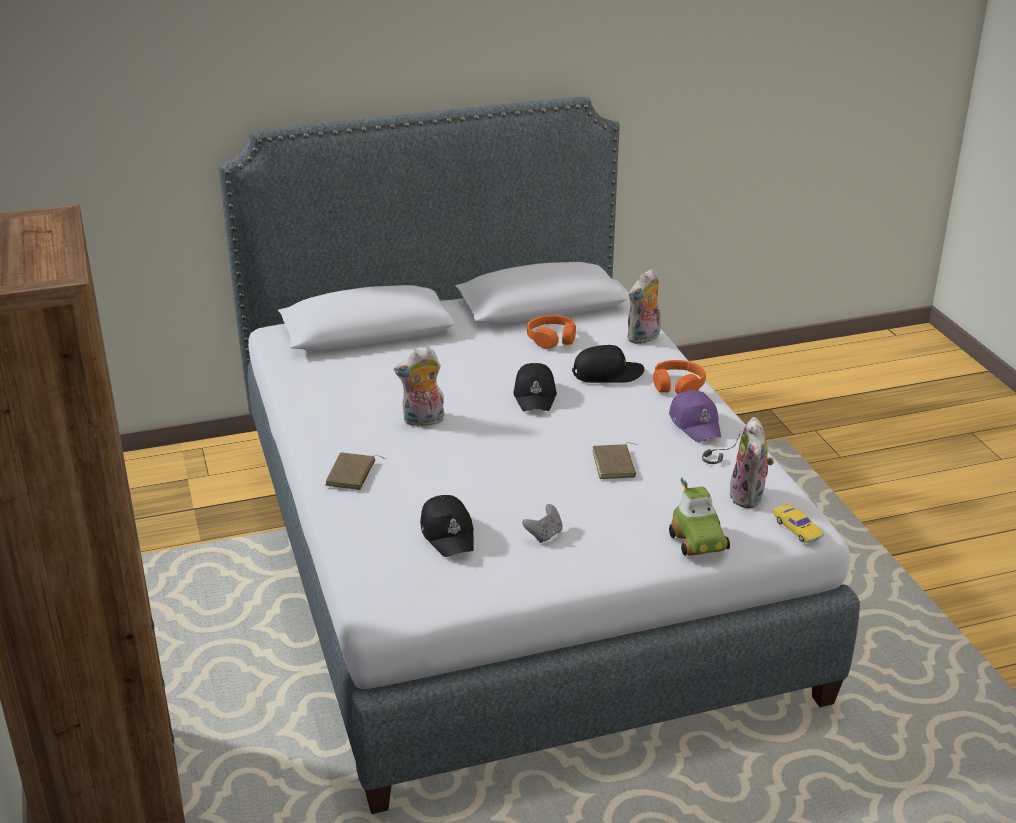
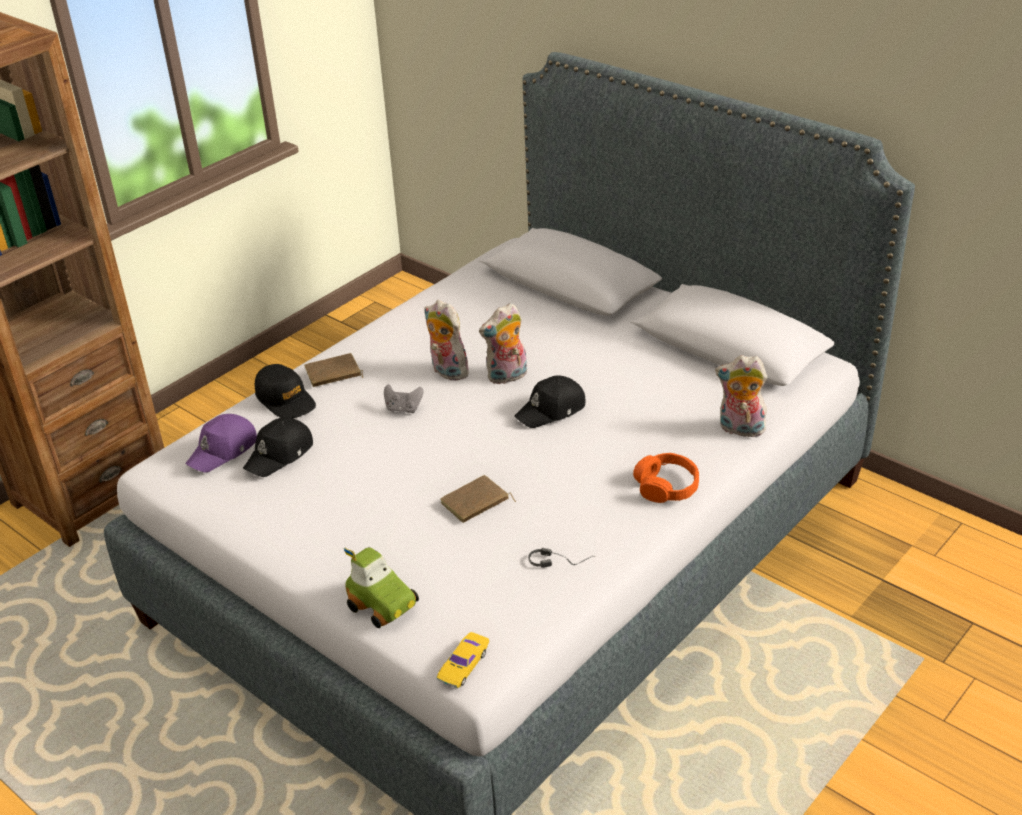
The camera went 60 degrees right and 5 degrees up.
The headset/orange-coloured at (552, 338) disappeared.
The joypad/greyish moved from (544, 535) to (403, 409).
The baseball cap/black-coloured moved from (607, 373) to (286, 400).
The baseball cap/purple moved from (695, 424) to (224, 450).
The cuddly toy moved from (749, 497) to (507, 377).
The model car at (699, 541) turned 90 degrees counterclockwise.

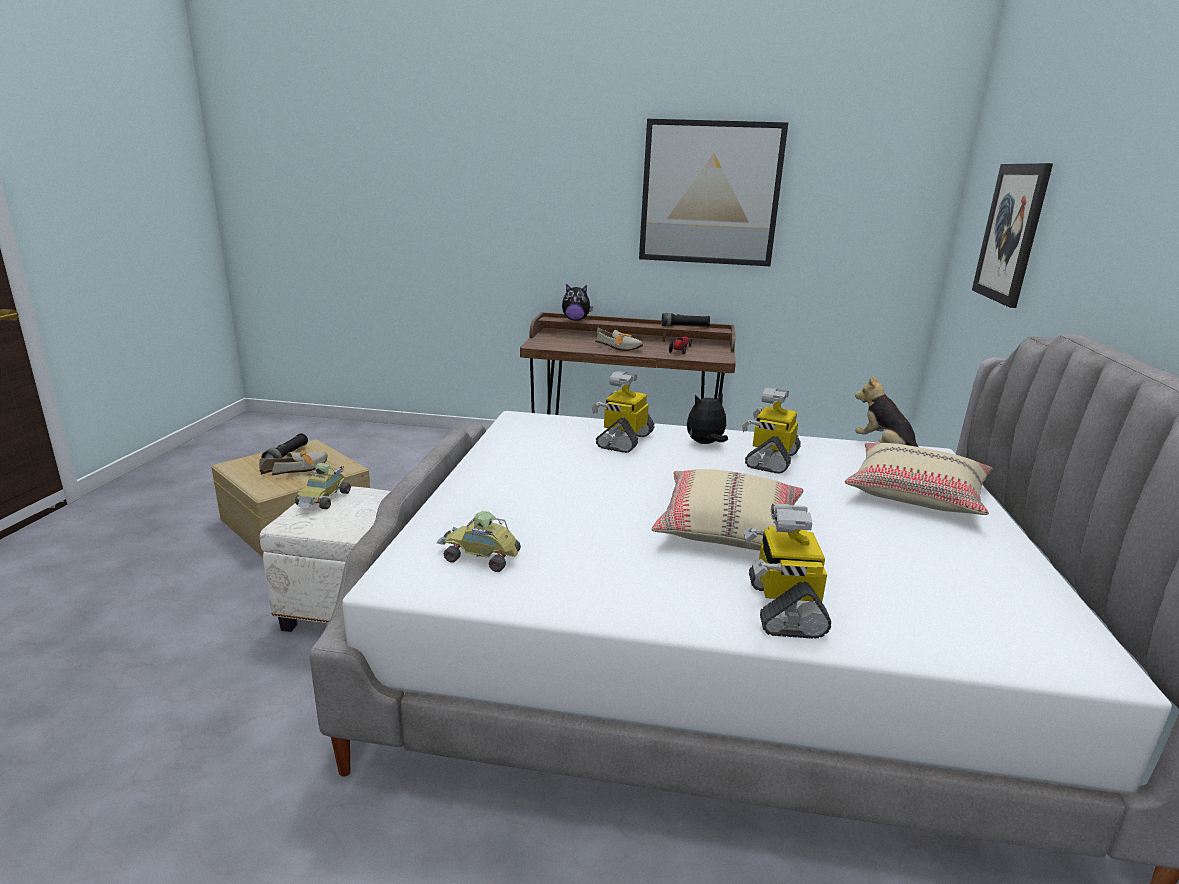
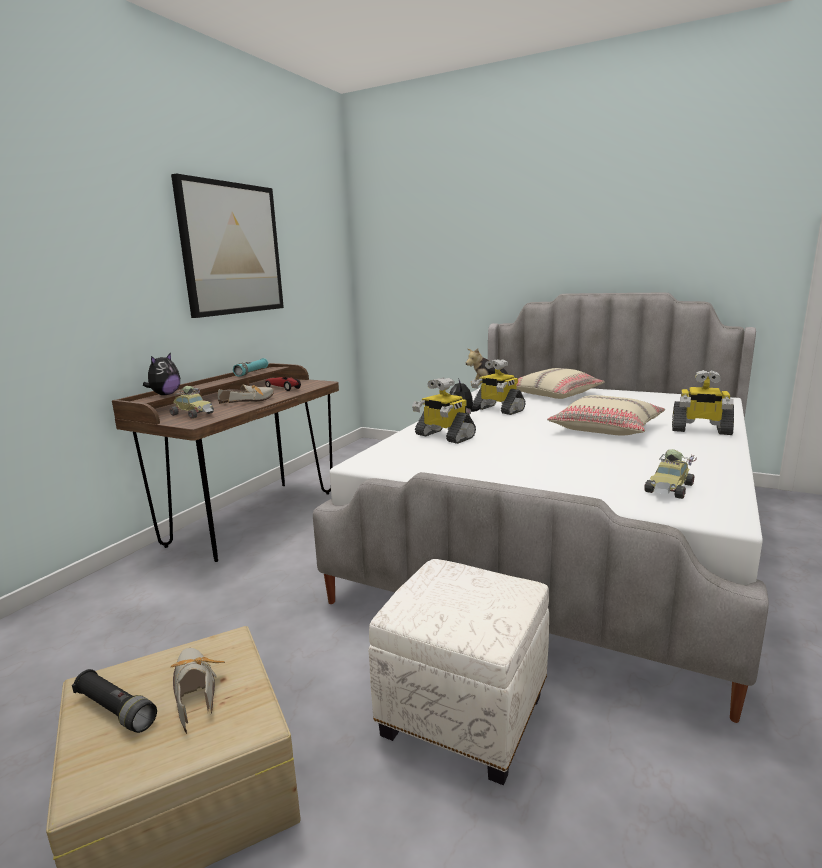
The camera went 70 degrees left and 5 degrees down.
The wall picture at (1011, 233) disappeared.
The model car moved from (324, 499) to (193, 414).
The hand torch/black-coloured at (685, 326) became the hand torch/blue-green at (252, 372).

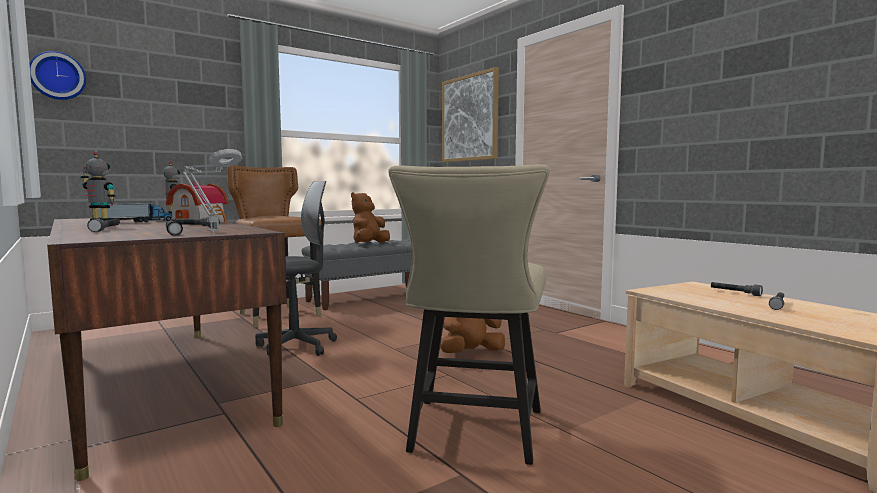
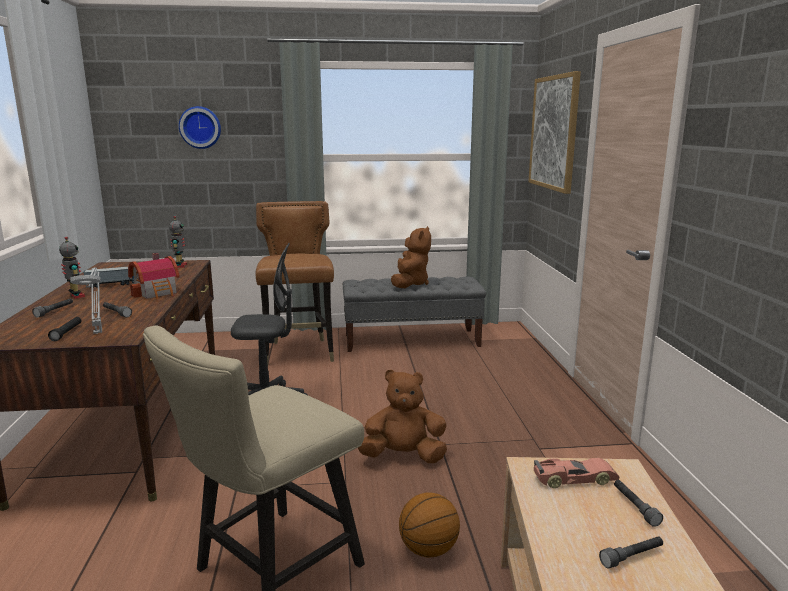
The camera went 30 degrees right and 10 degrees up.
The basketball at (429, 549) appeared.
The model car at (574, 479) appeared.
The wall clock moved from (57, 76) to (200, 127).
The cuddly toy/brownish at (369, 244) turned 135 degrees clockwise.

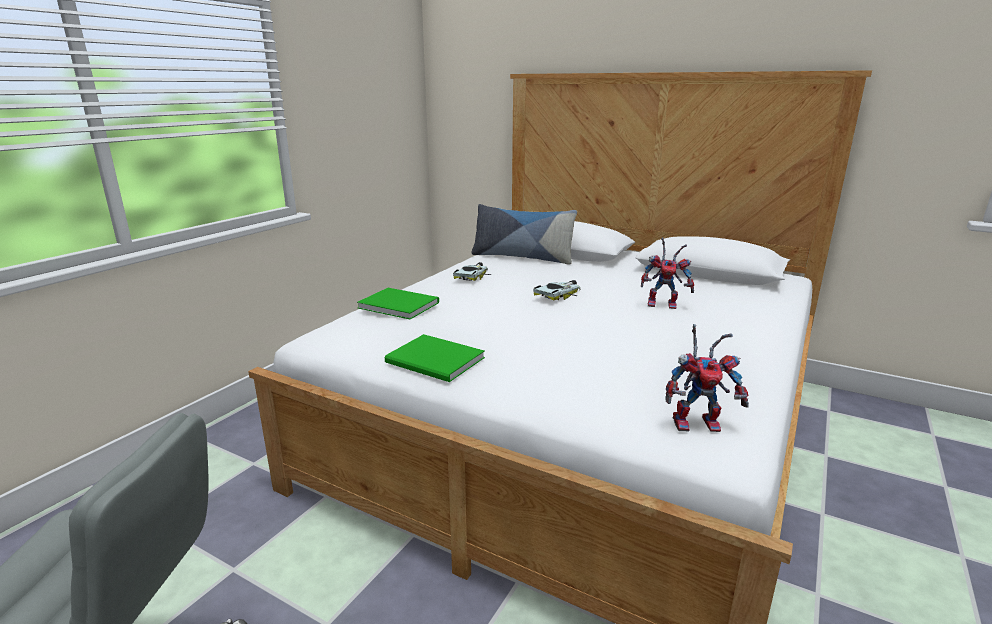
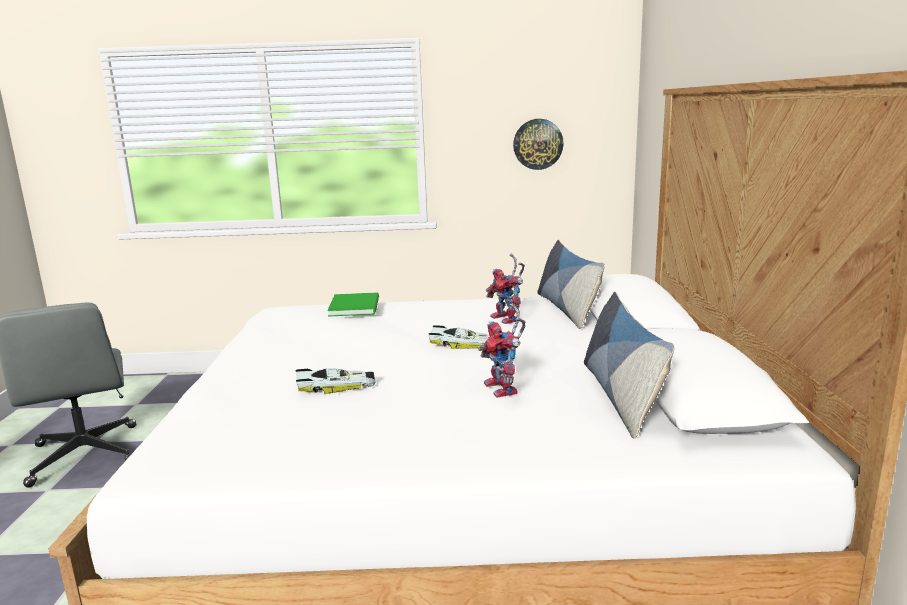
The camera went 60 degrees right and 5 degrees down.
The book/greenish at (436, 362) disappeared.
The wall clock at (538, 144) appeared.
The throw pillow at (621, 396) appeared.
The model car moved from (473, 276) to (336, 386).
The robot figure moved from (699, 422) to (508, 319).

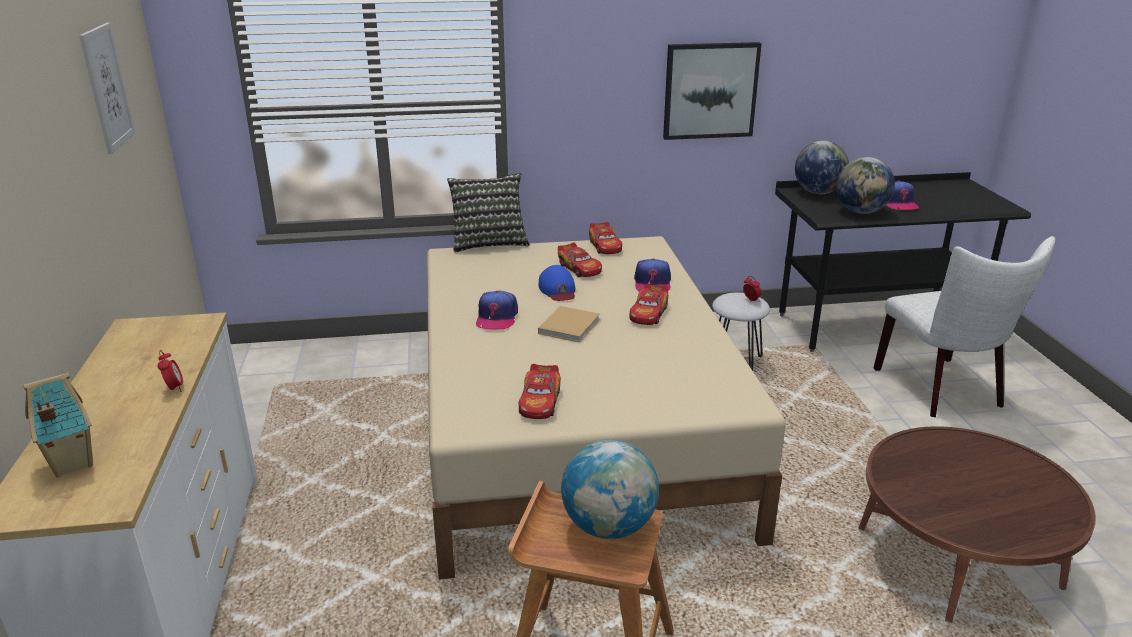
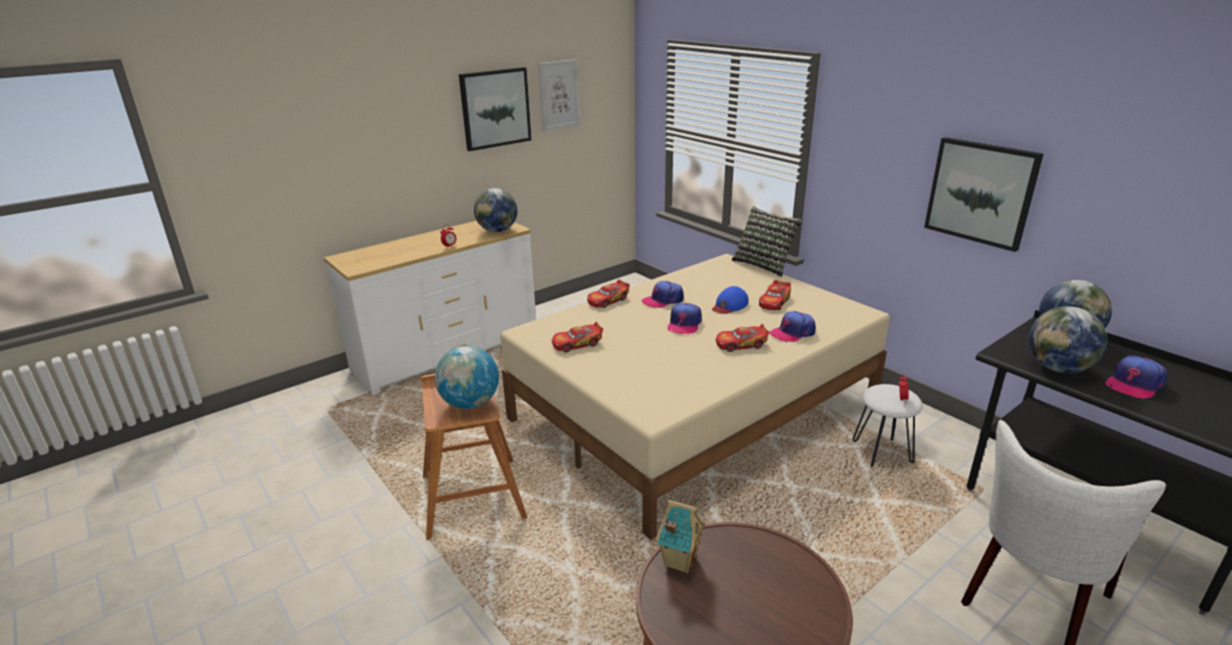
The camera went 60 degrees right and 0 degrees up.
The wall picture at (495, 108) appeared.
The desk globe at (497, 231) appeared.
The toy house moved from (70, 464) to (679, 561).
The model car moved from (605, 246) to (608, 300).
The book/beige at (570, 325) was replaced by the baseball cap at (684, 324).

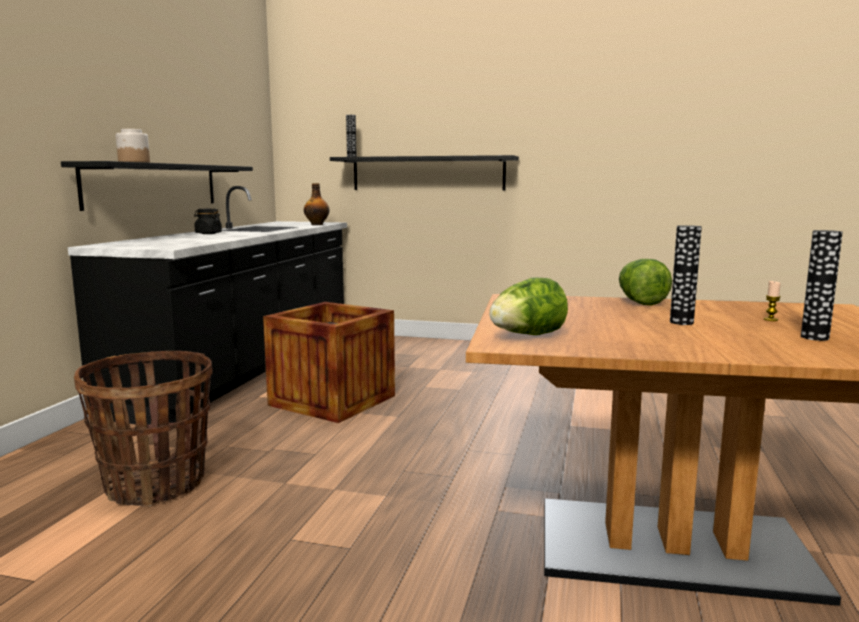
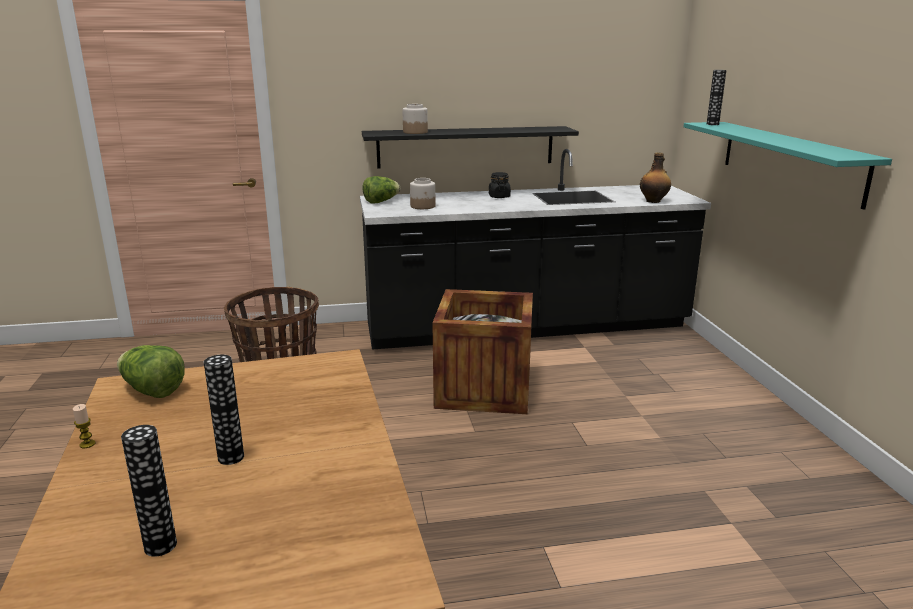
The camera went 65 degrees right and 10 degrees up.
The jar at (423, 206) appeared.
The head of lettuce moved from (639, 302) to (381, 202).
The wax light moved from (770, 319) to (87, 444).
The wall shelf/black-coloured at (427, 173) became the wall shelf/blue-green at (789, 160).

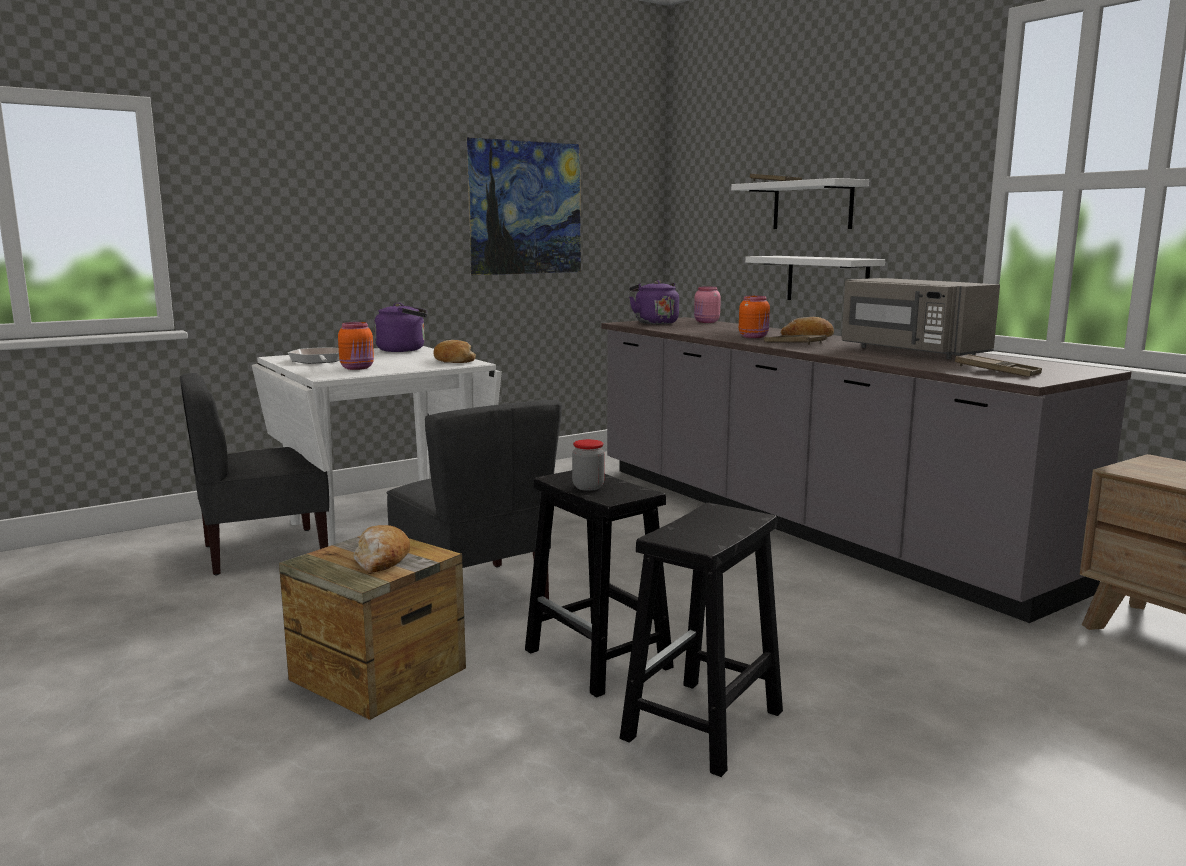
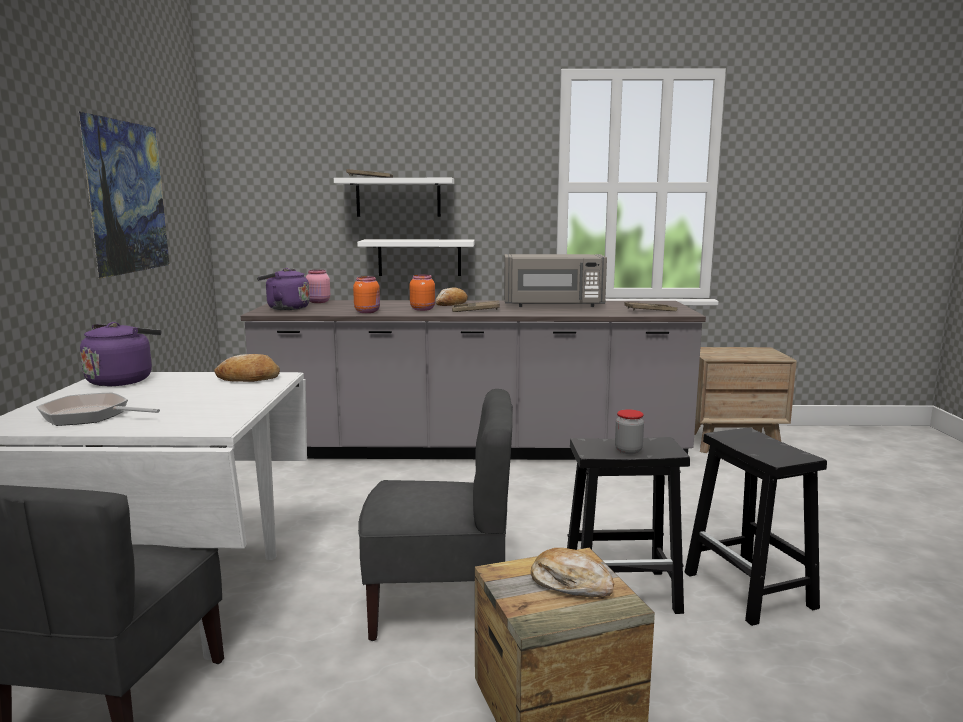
The camera went 55 degrees left and 0 degrees up.
The jar/orange-coloured moved from (358, 368) to (368, 312).

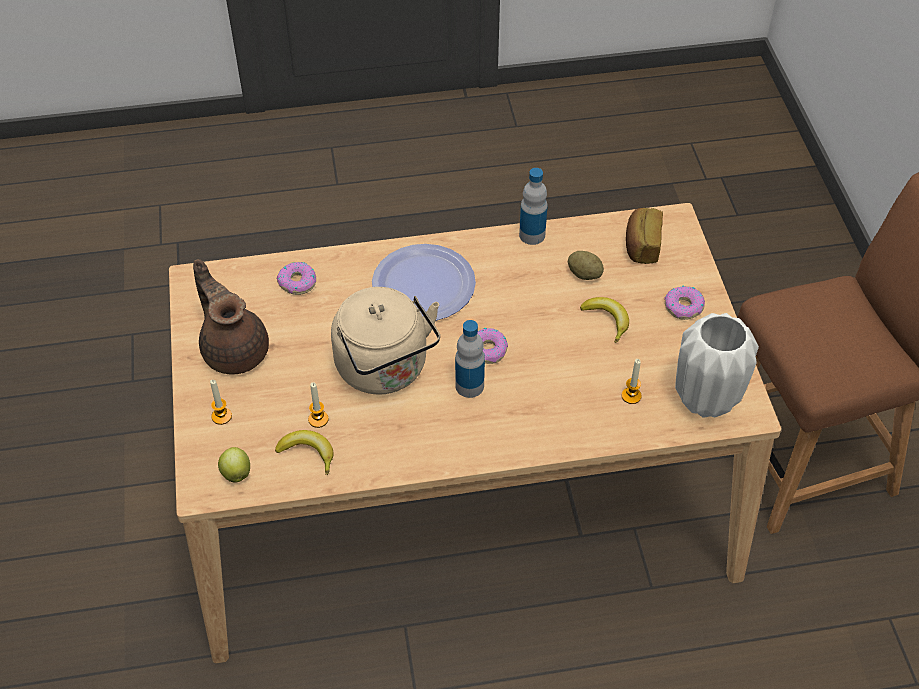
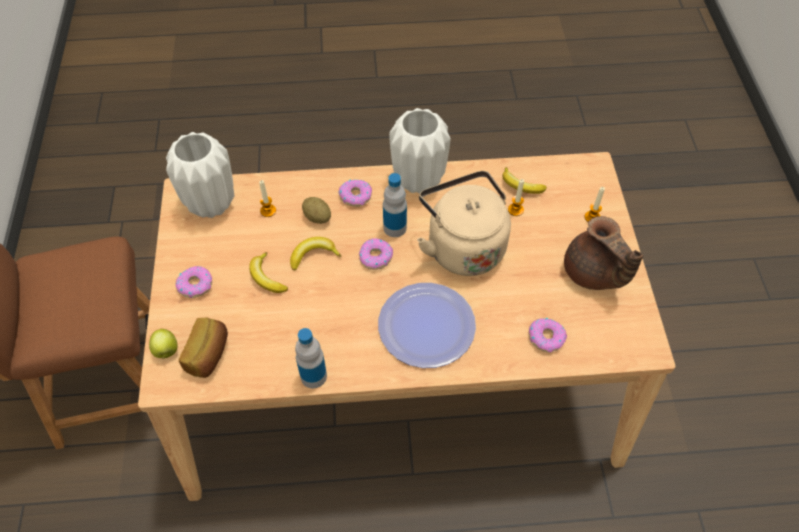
The camera went 175 degrees left and 5 degrees up.
The banana at (313, 255) appeared.
The donut at (355, 196) appeared.
The decorative vase/white at (418, 180) appeared.
The whole apple moved from (236, 473) to (166, 351).
The whole potato moved from (584, 274) to (317, 217).

